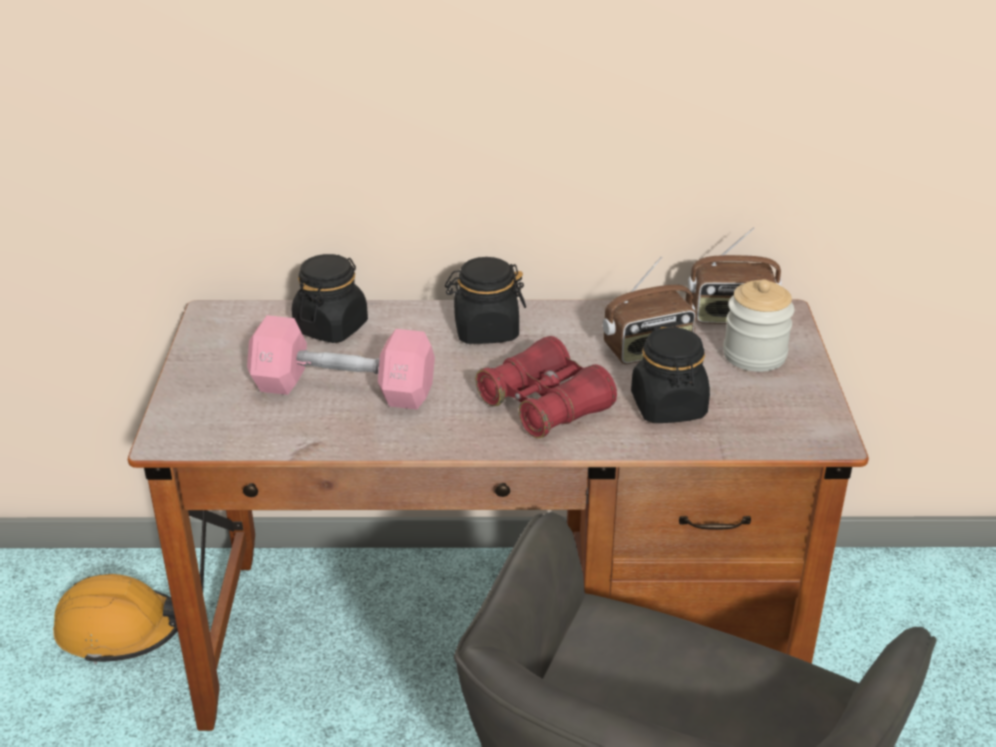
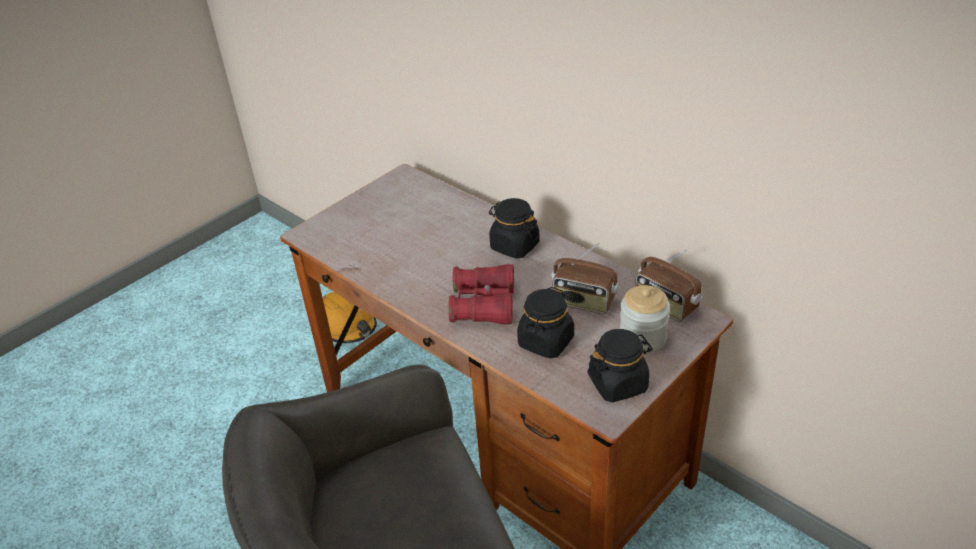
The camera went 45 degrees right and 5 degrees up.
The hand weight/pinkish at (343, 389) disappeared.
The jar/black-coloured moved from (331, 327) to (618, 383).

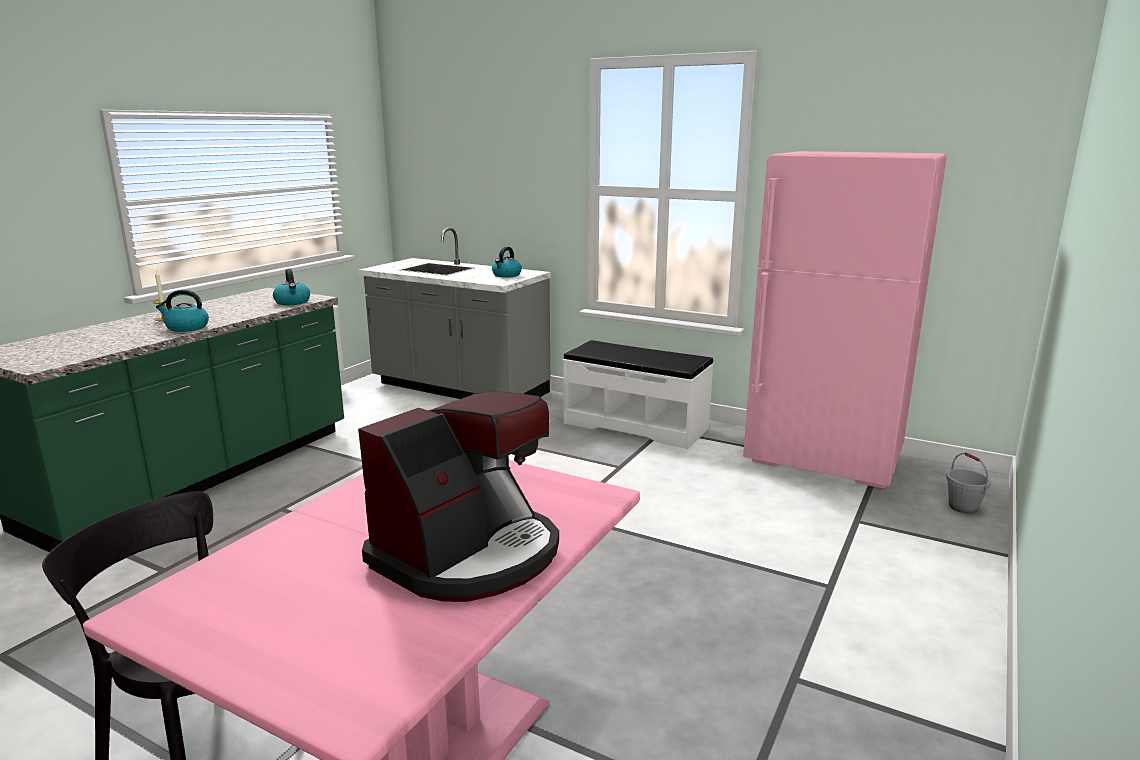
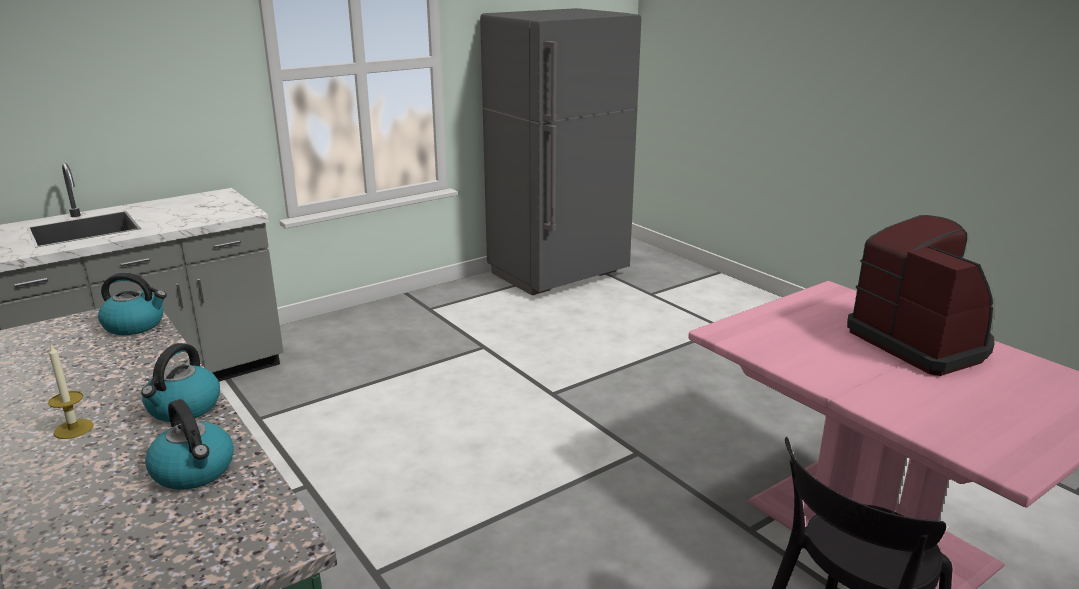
The camera went 65 degrees left and 5 degrees up.
The indoor bench/white at (636, 425) disappeared.
The water bucket/greyish at (963, 507) disappeared.
The tea kettle moved from (506, 275) to (194, 471).
The refrigerator/pinkish at (823, 463) became the refrigerator/greyish at (559, 275).

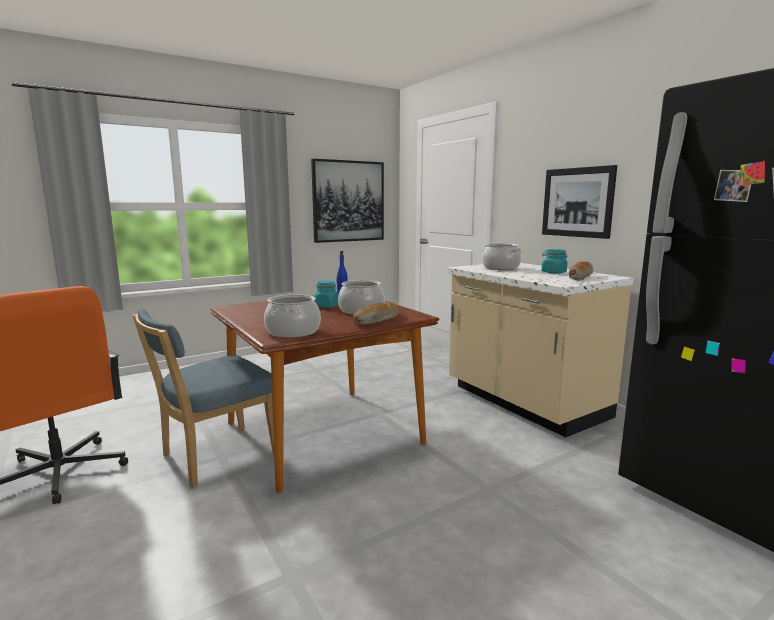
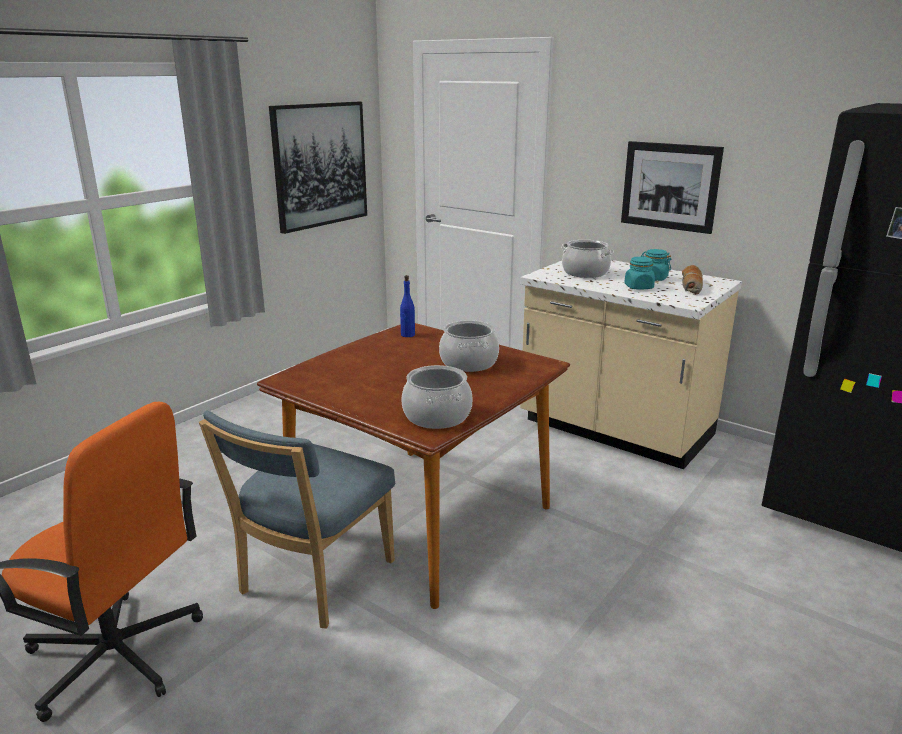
The camera went 20 degrees left and 10 degrees up.
The bakery bread at (377, 321) disappeared.
The jar/blue-green moved from (326, 306) to (639, 287).

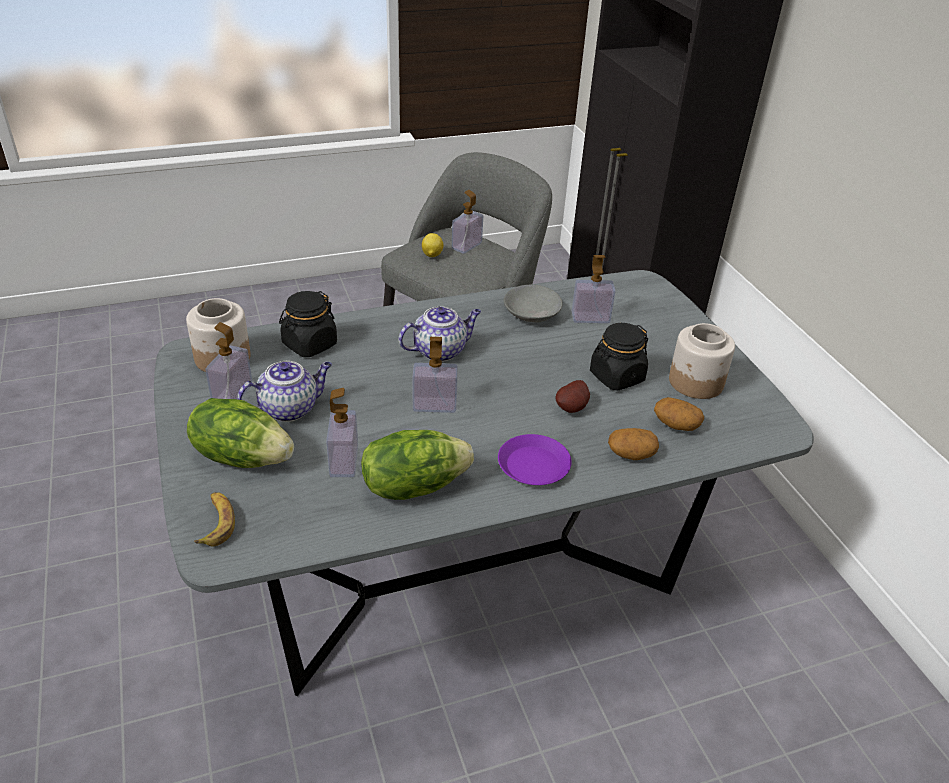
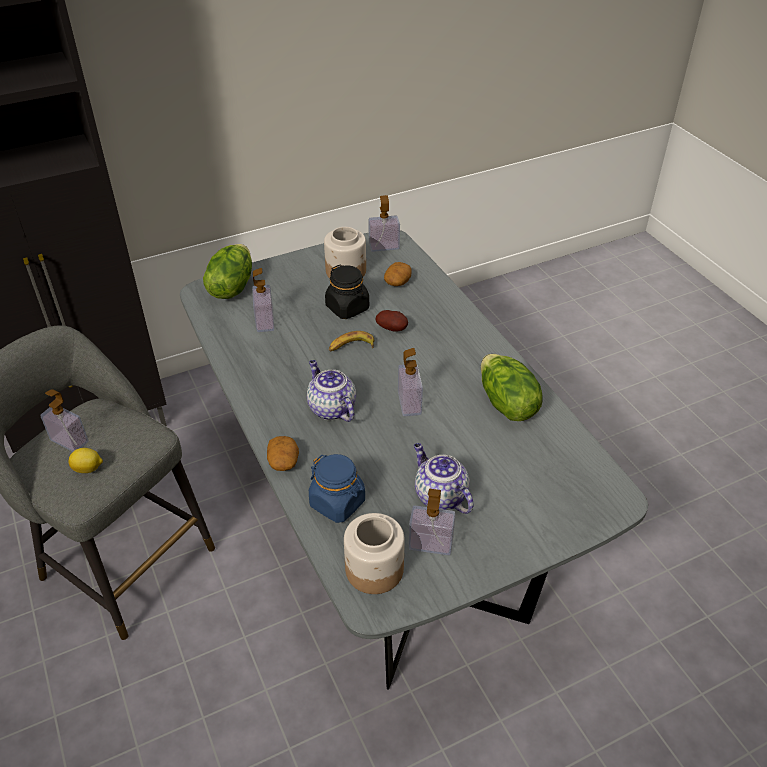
The camera went 95 degrees left and 5 degrees up.
The flat dish/purple at (533, 465) disappeared.
The serving bowl/greyish at (532, 314) disappeared.
The head of lettuce moved from (243, 456) to (231, 287).
The banana moved from (216, 522) to (351, 347).
The soap dispenser moved from (344, 461) to (384, 246).
The whole potato moved from (631, 454) to (283, 461).
The jar/black-coloured at (309, 344) became the jar/blue at (338, 503).

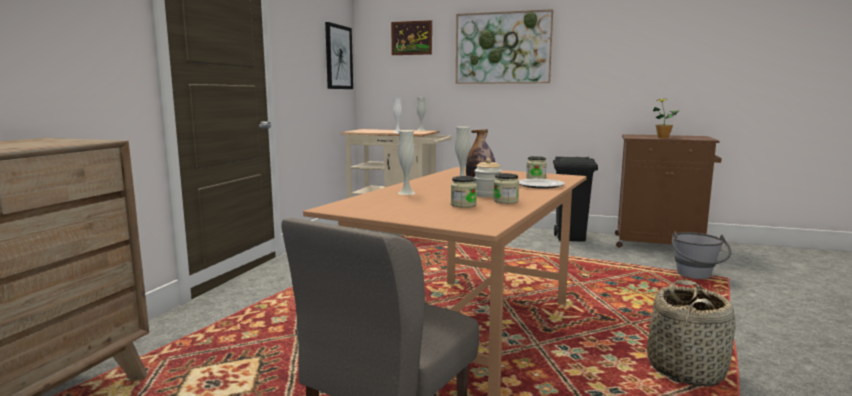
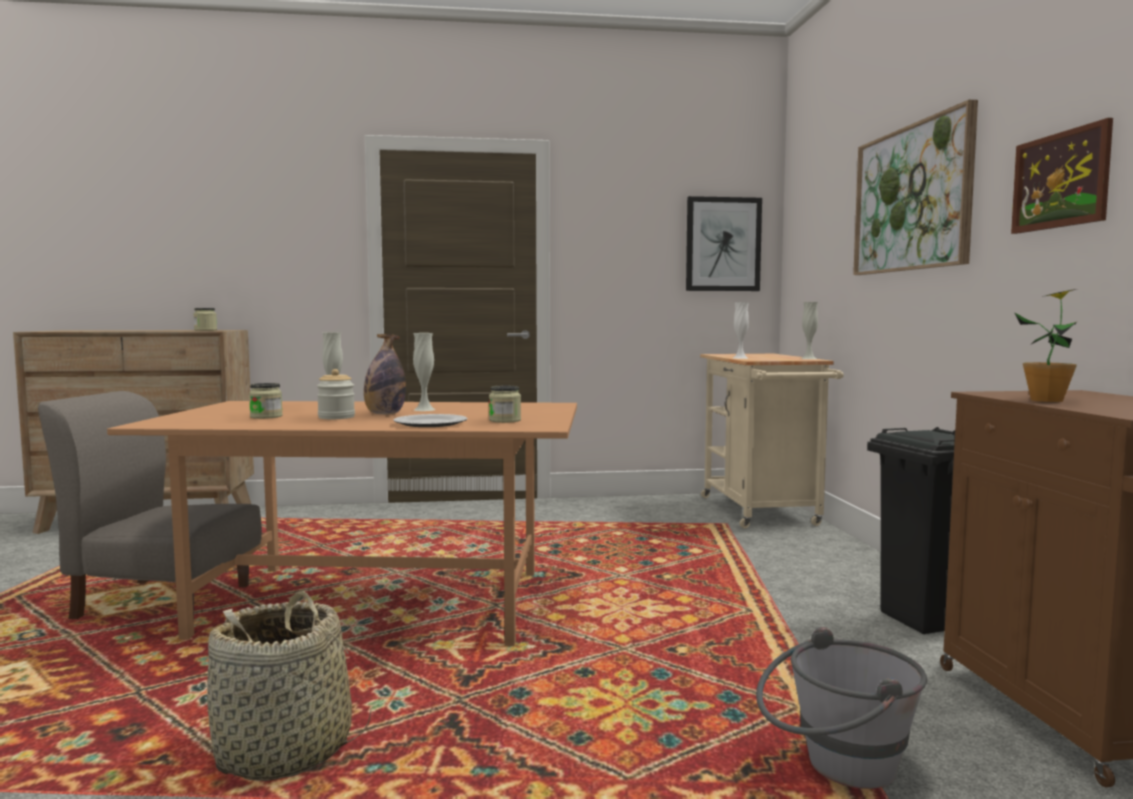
The camera went 65 degrees right and 5 degrees down.
The wall picture moved from (411, 38) to (1060, 180).
The jar moved from (505, 201) to (205, 330).

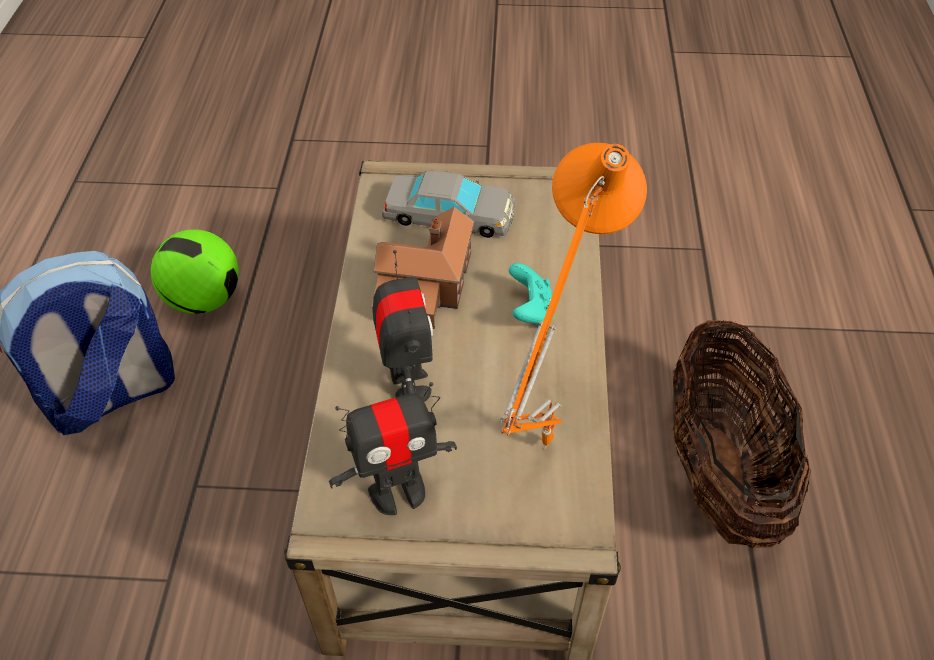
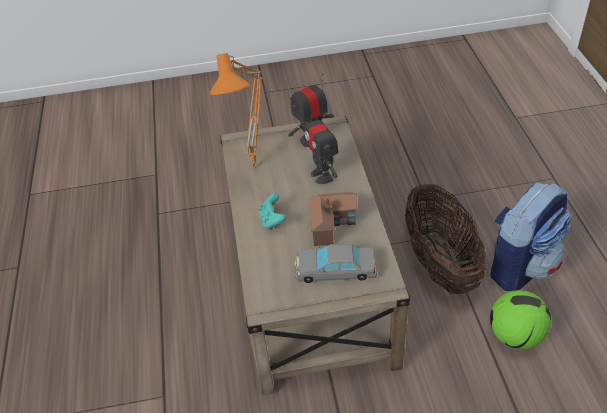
The camera went 170 degrees right and 5 degrees down.
The basket moved from (719, 469) to (440, 263).

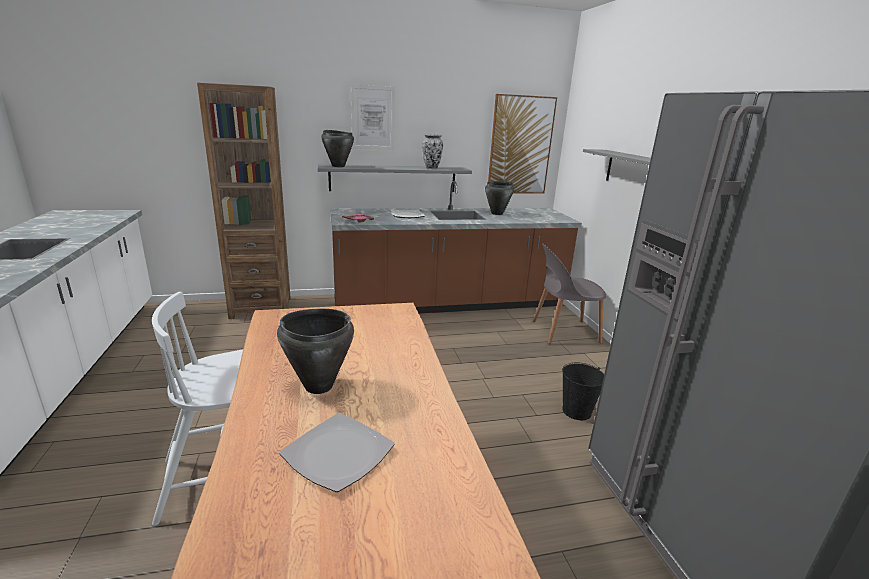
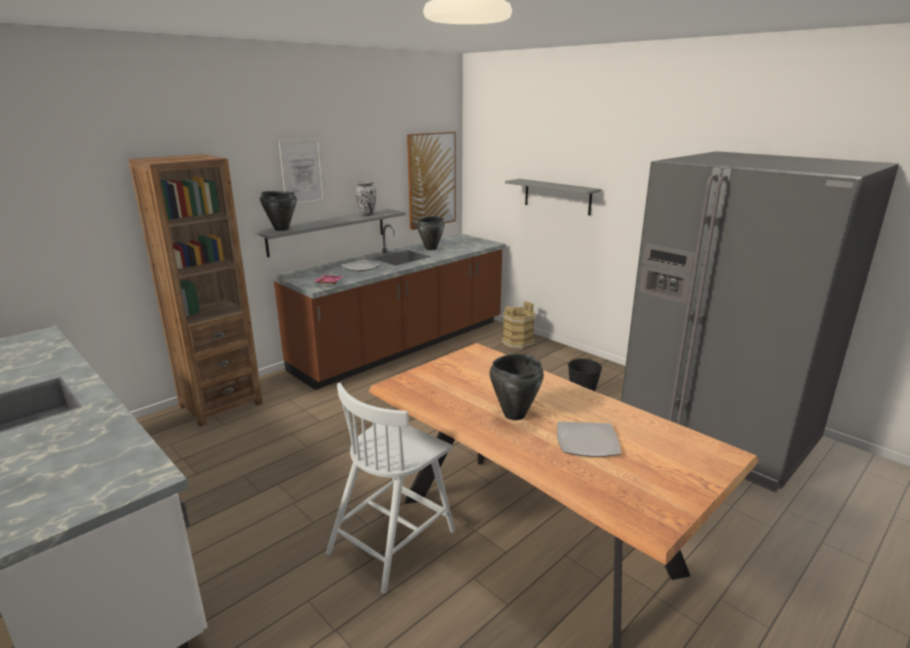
The camera went 30 degrees left and 0 degrees up.
The plain chair/greyish at (563, 331) was replaced by the water bucket/brownish at (517, 342).

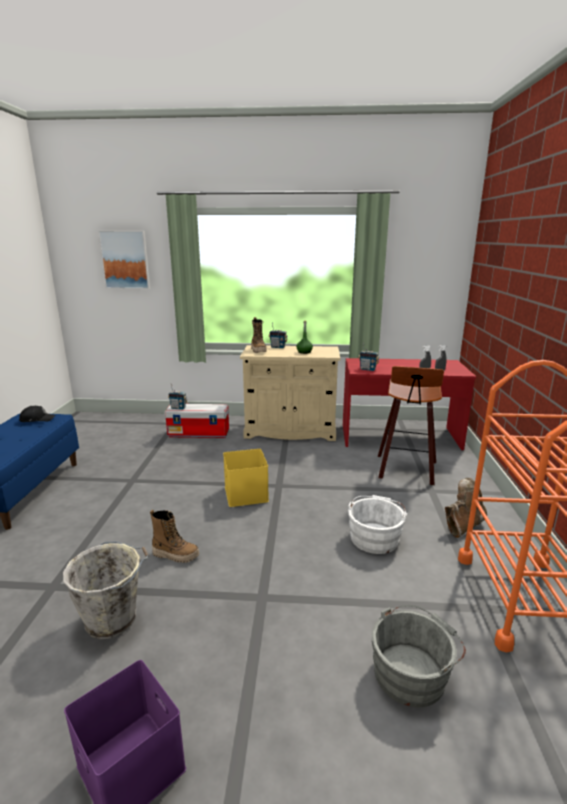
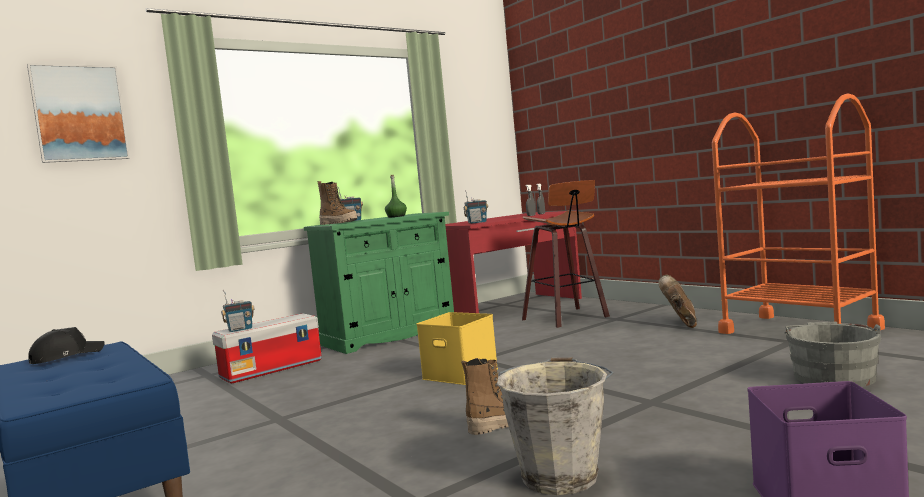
The camera went 40 degrees left and 15 degrees down.
The water bucket/white at (375, 536) disappeared.
The storage cabinet/beige at (290, 431) became the storage cabinet/greenish at (390, 335).

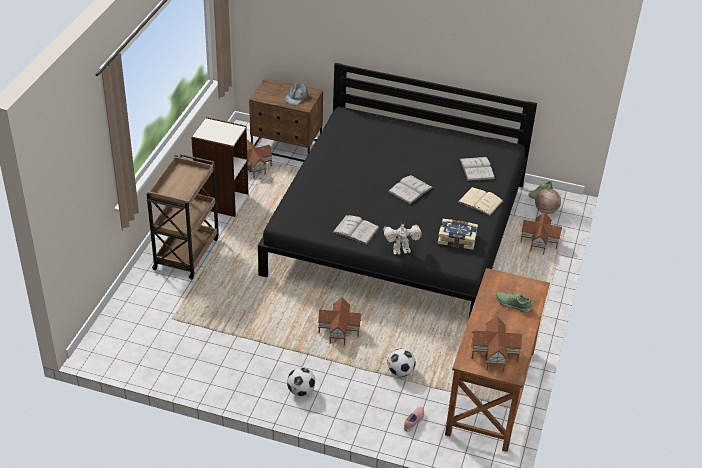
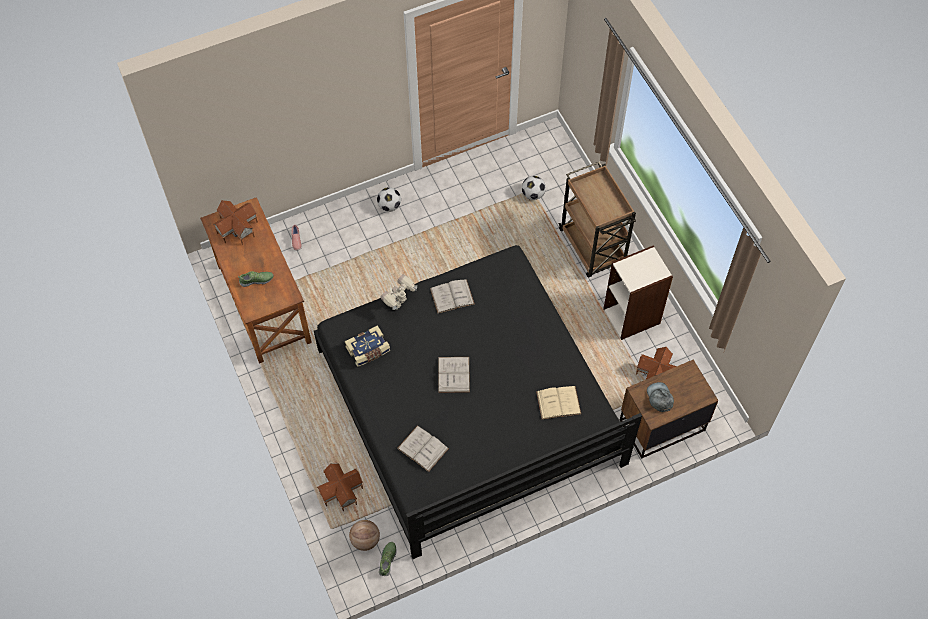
The camera went 140 degrees right and 20 degrees up.
The toy house at (338, 331) disappeared.
The football moved from (400, 372) to (533, 194).
The book/beige moved from (480, 201) to (558, 402).

